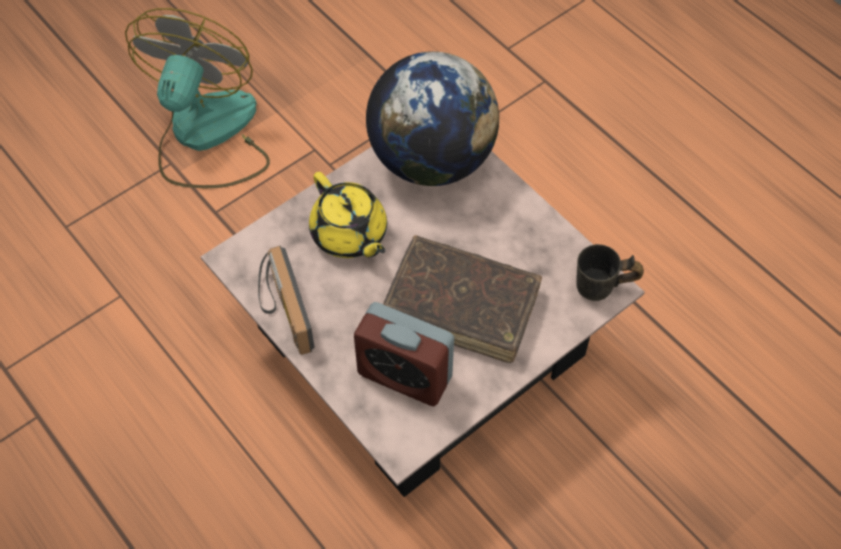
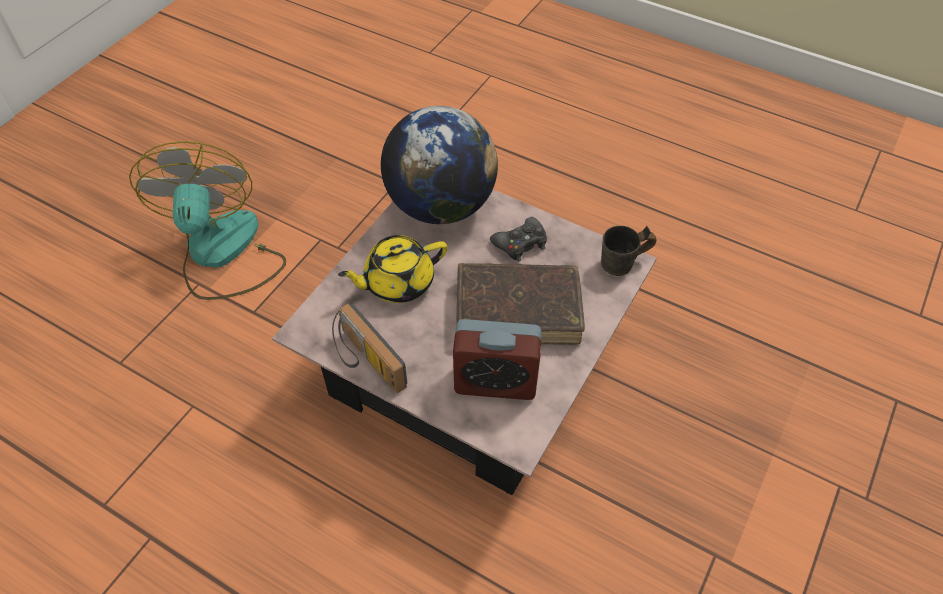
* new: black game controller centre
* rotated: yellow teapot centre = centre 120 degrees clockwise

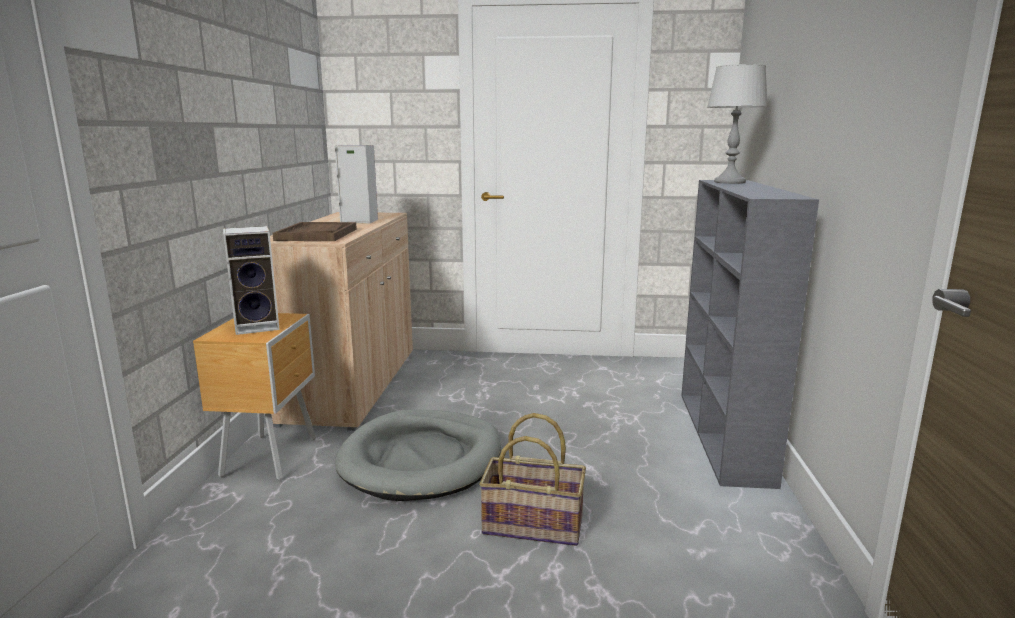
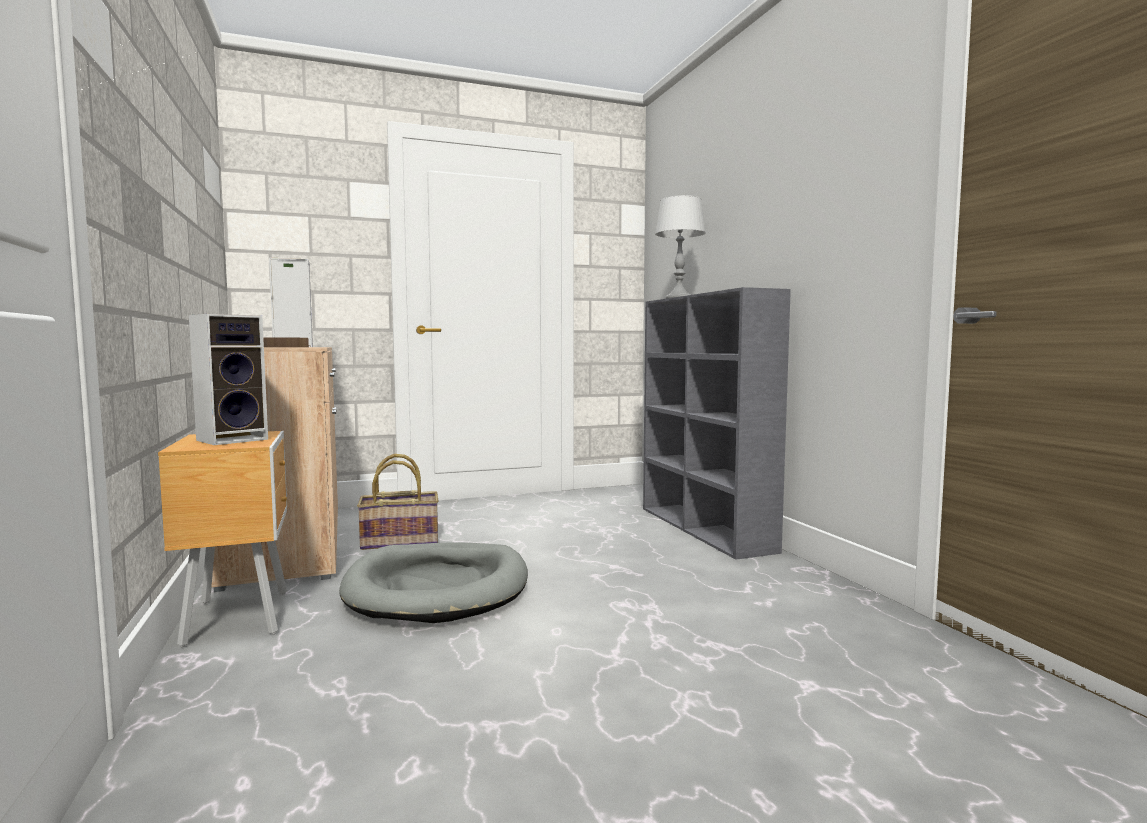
* shifted: basket bottom centre to centre

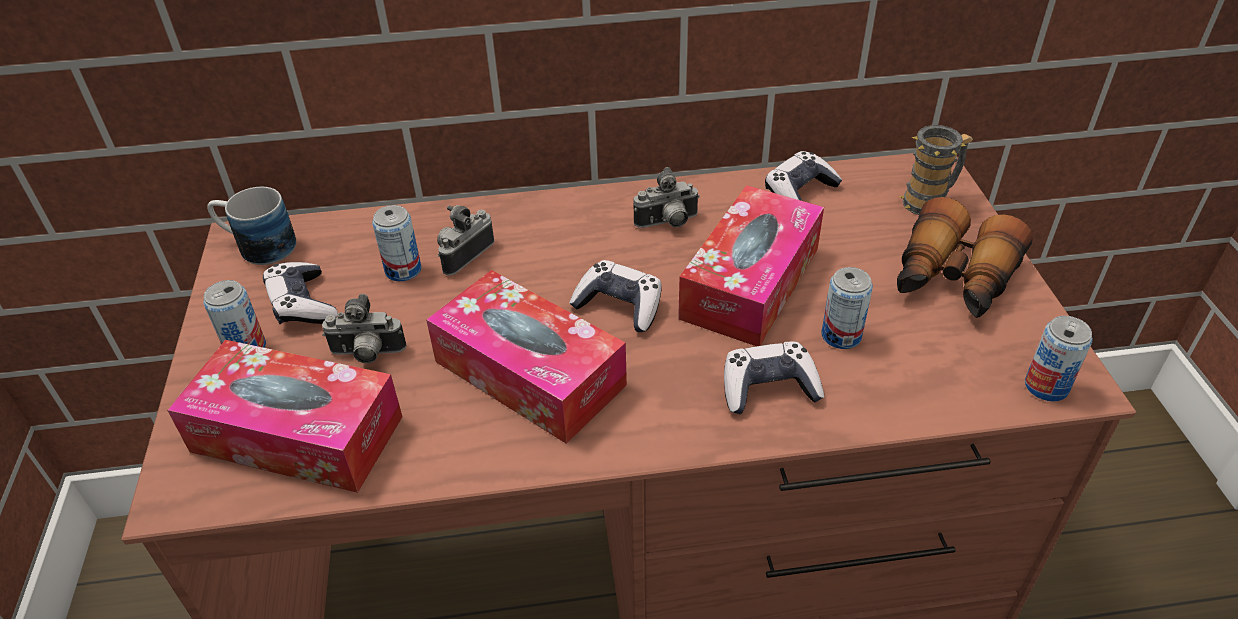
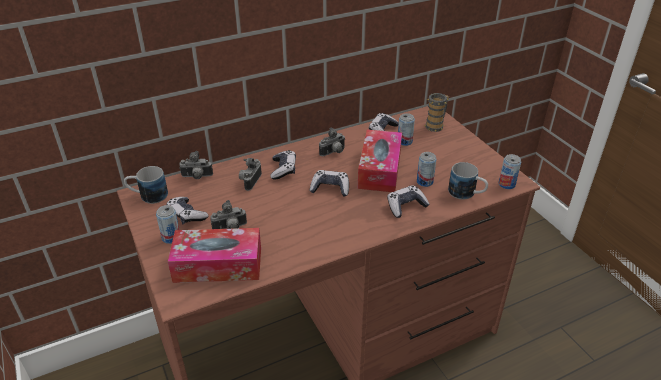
* gone: tissue box (no. 2 from left) centre
* gone: binoculars middle right
* new: photo camera (no. 1 from left) middle left
* new: game controller (no. 2 from left) centre
* new: mug (no. 3 from left) middle right
* shifted: can (no. 2 from left) middle left to centre

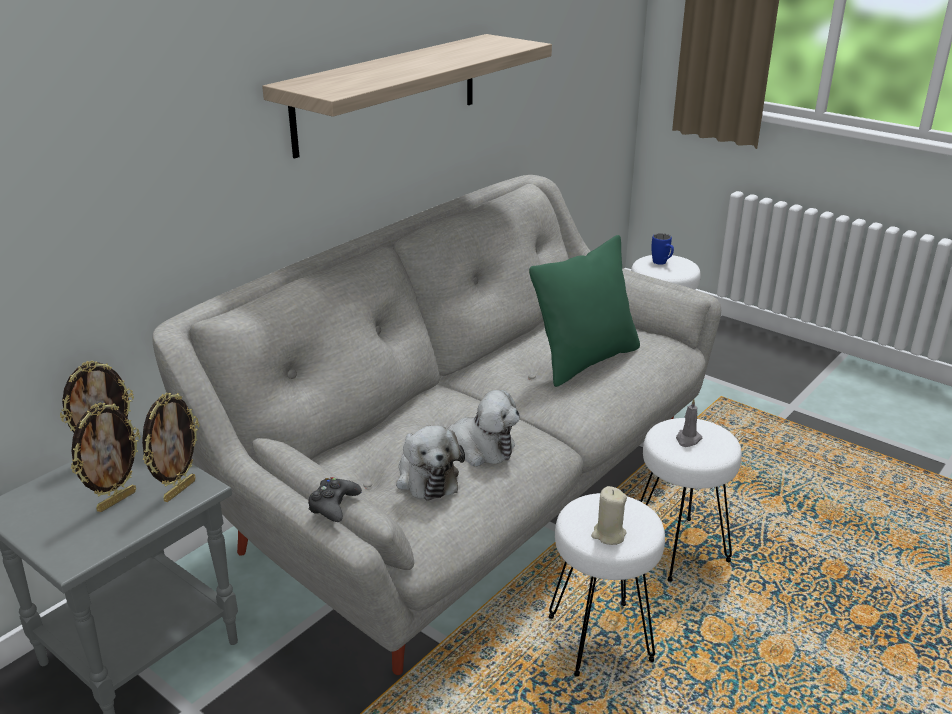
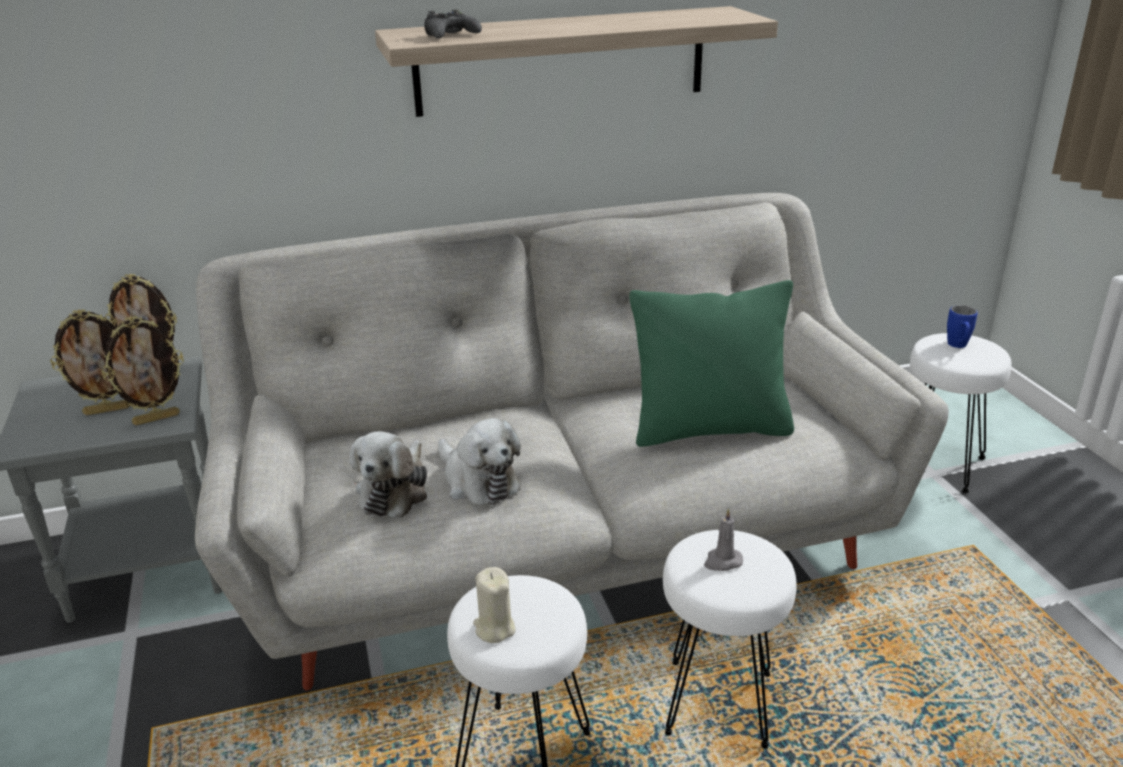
* shifted: black game controller bottom centre to top centre

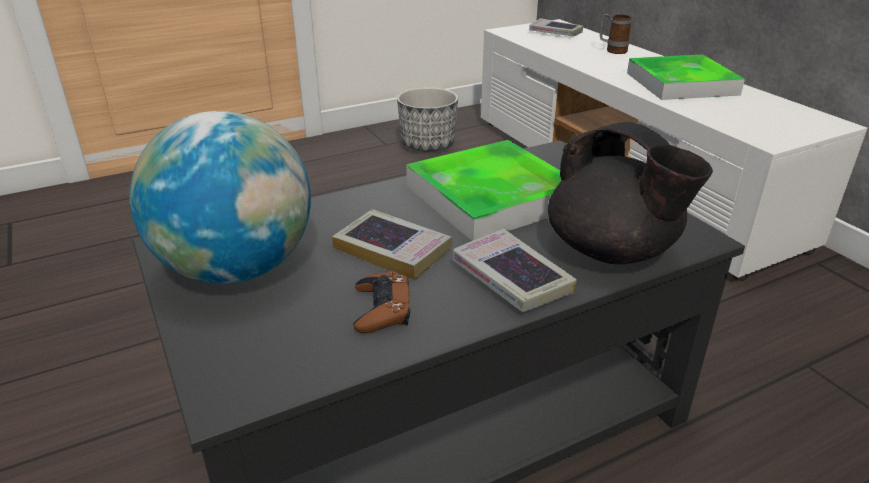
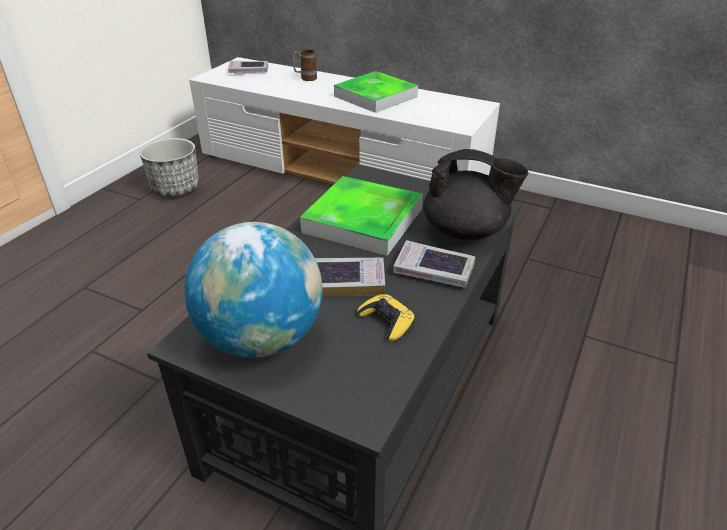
* repainted: brown game controller centre to yellow game controller centre

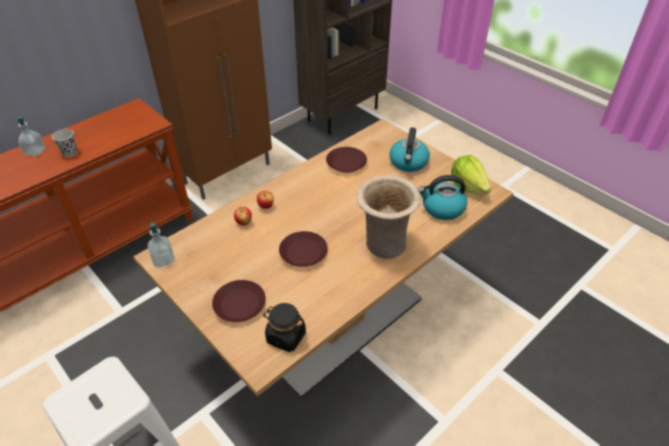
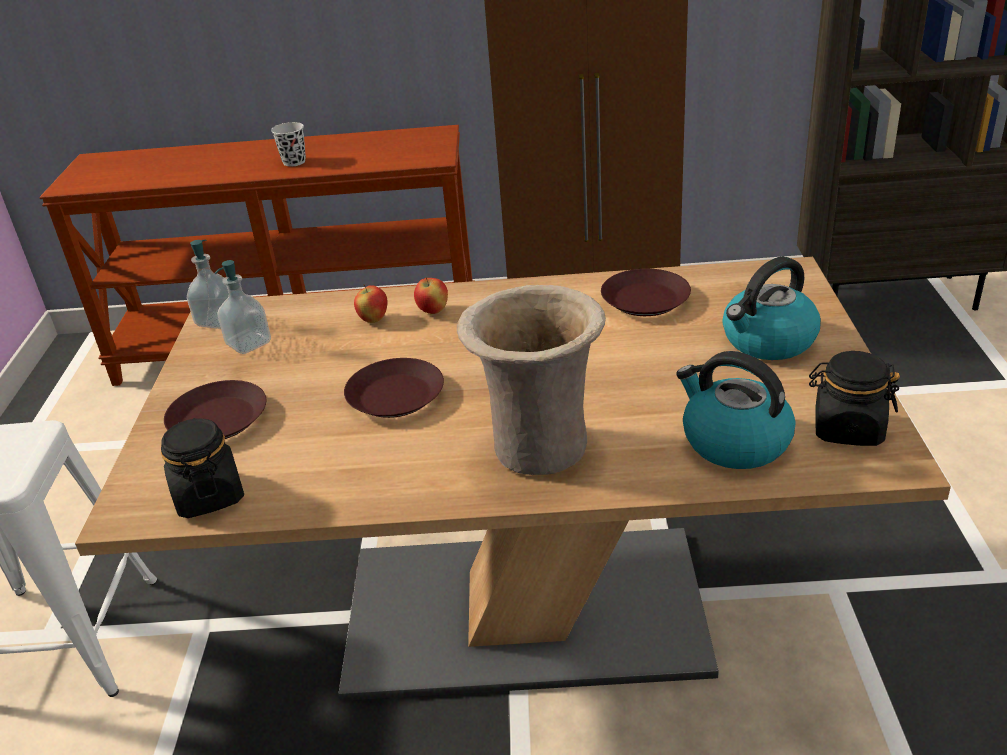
* shifted: soap dispenser (no. 1 from left in the first image) top left to soap dispenser (no. 2 from left) middle left
* swapped: lettuce middle right to black jar (no. 2 from left) middle right

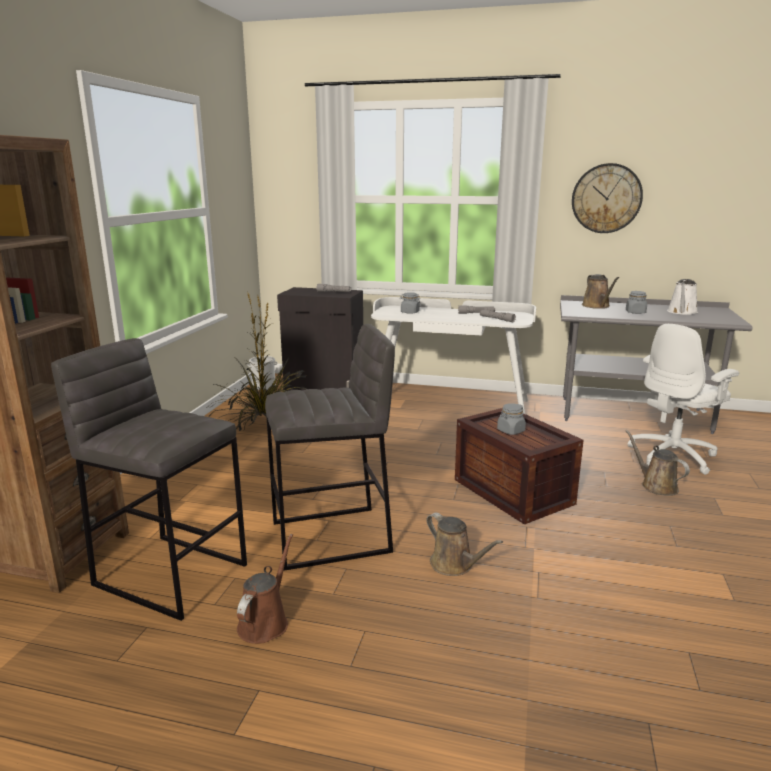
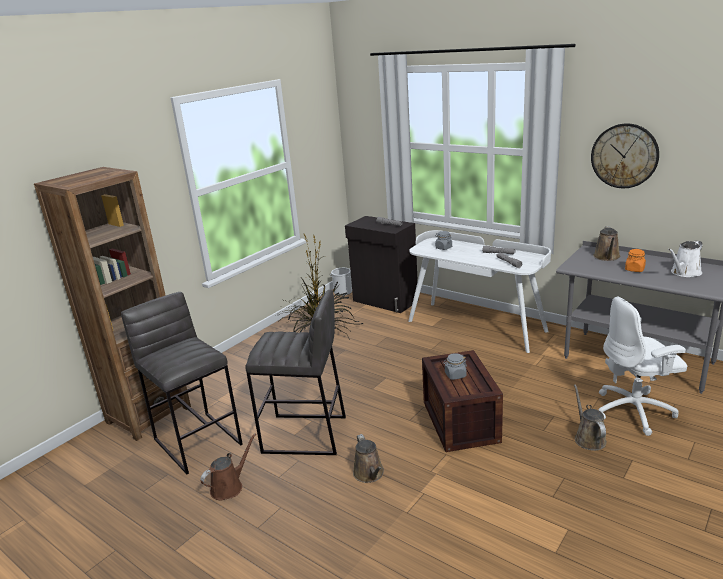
* repainted: grey jar (no. 3 from left) middle right to orange jar middle right

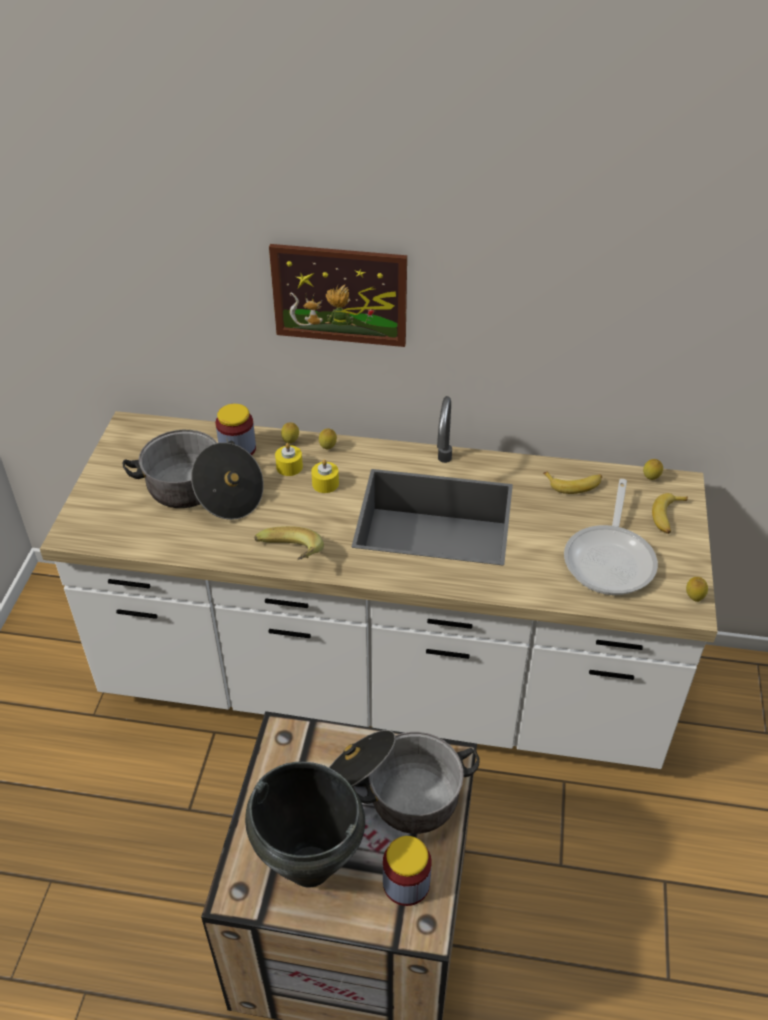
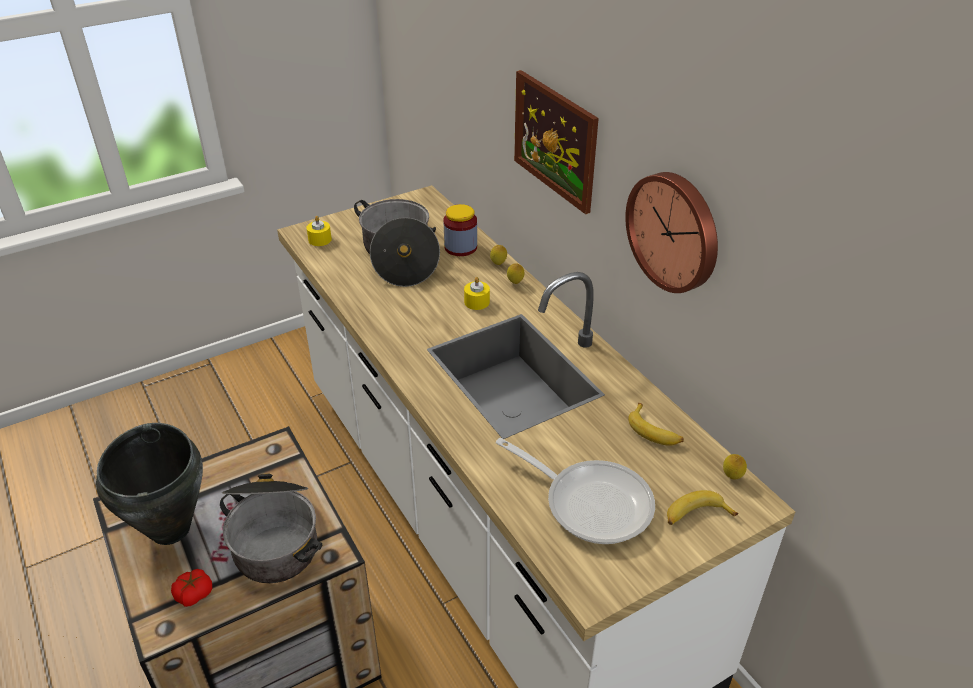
* gone: banana (no. 1 from left) centre
* gone: lemon (no. 4 from left) middle right
* new: wall clock middle right
* shifted: yellow candle (no. 1 from left) centre to middle left
* swapped: jar (no. 2 from left) bottom centre to tomato bottom left
* rotated: frying pan middle right = bottom centre 120 degrees counterclockwise

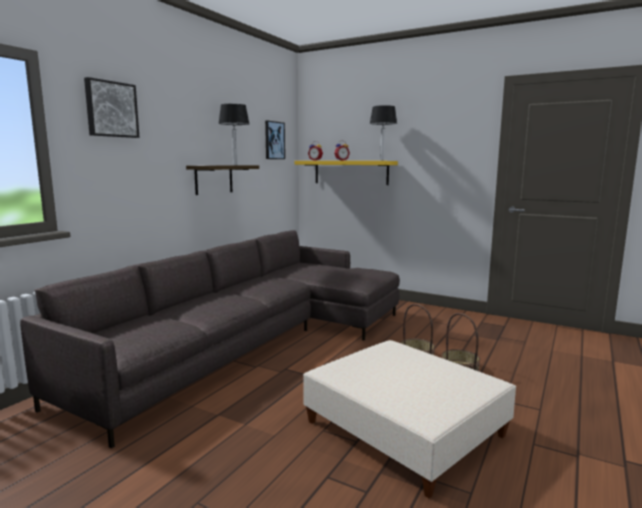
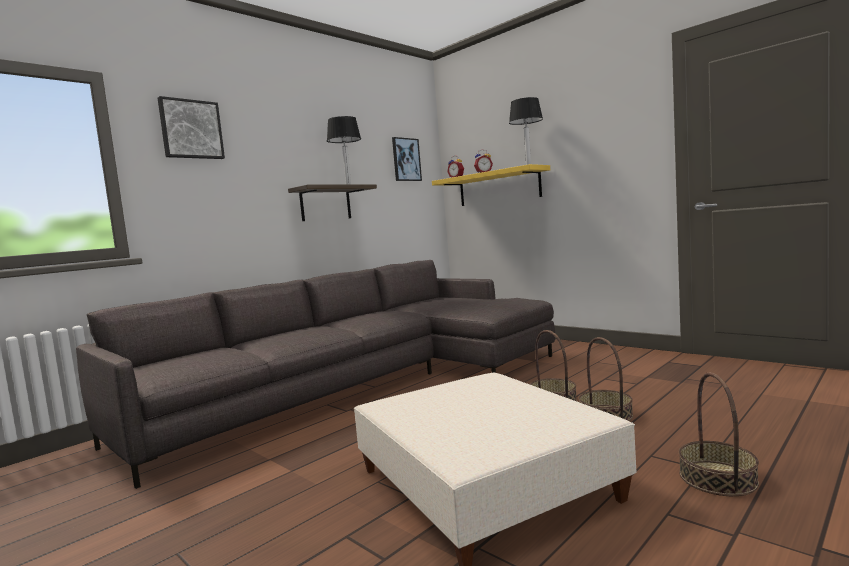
* new: basket (no. 3 from left) bottom right

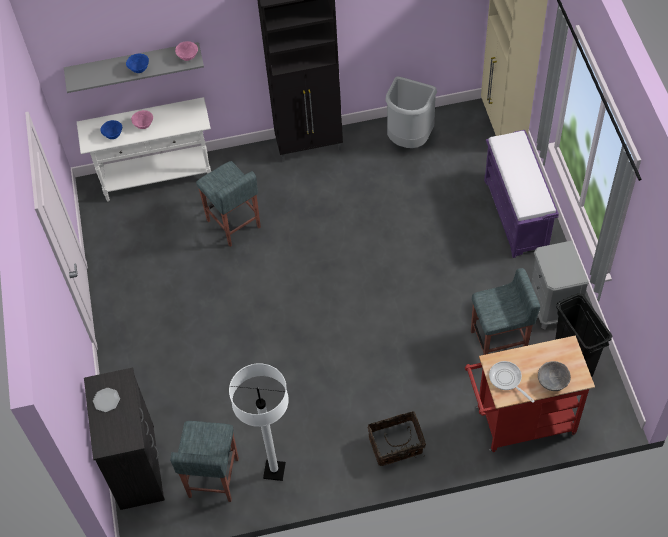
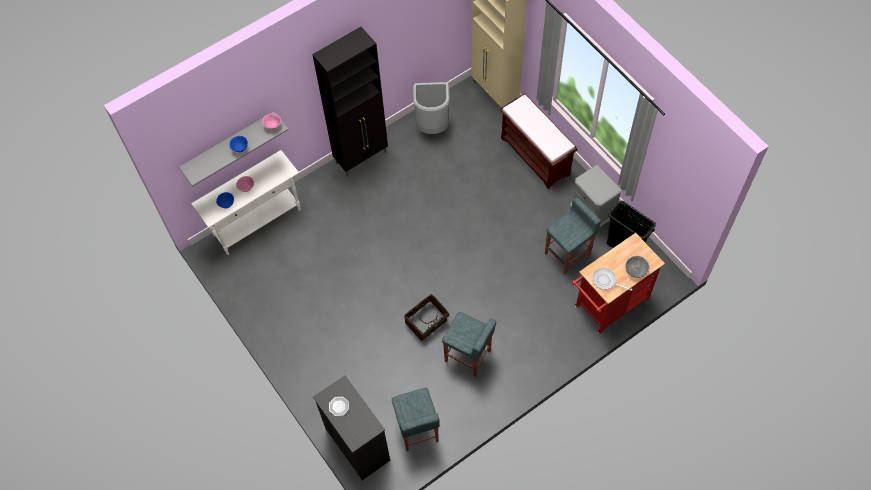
* gone: white floor lamp bottom centre
* shifted: grey stool (no. 2 from left) centre to bottom centre
* shifted: basket bottom centre to centre
* repainted: purple bench middle right to brown bench top centre

